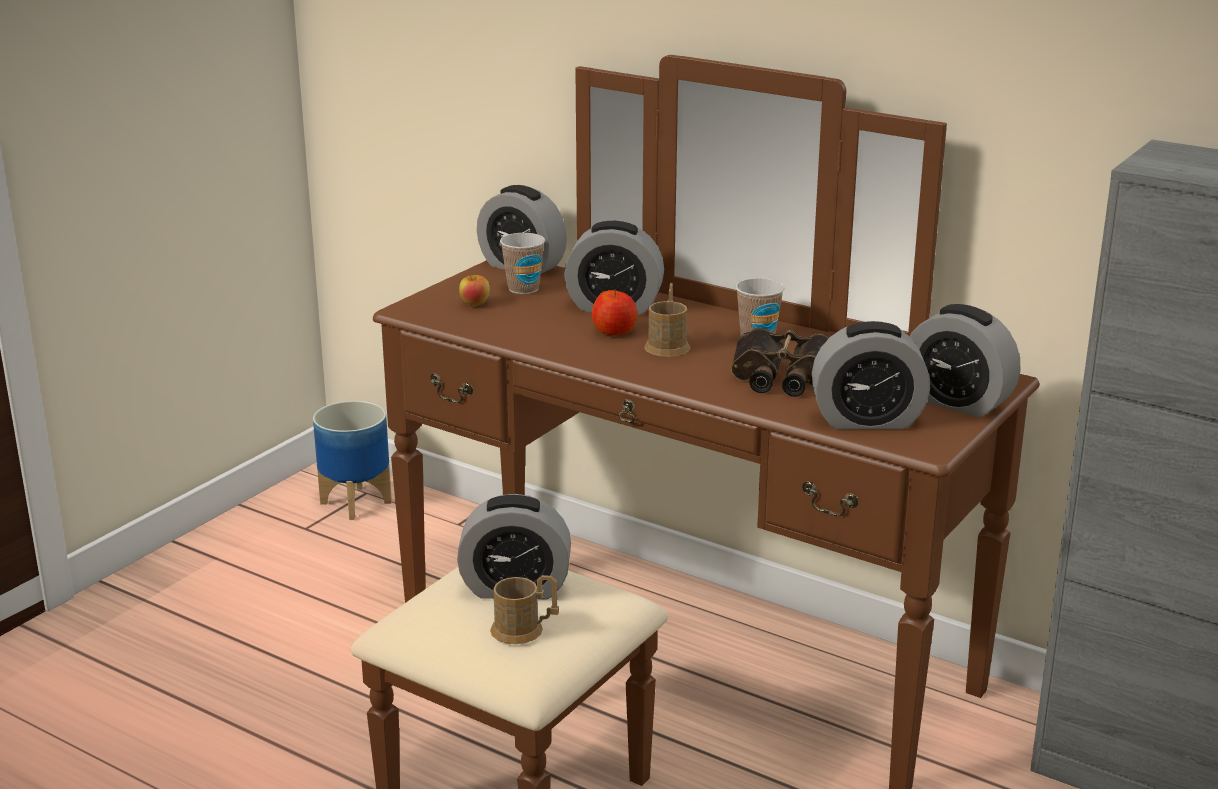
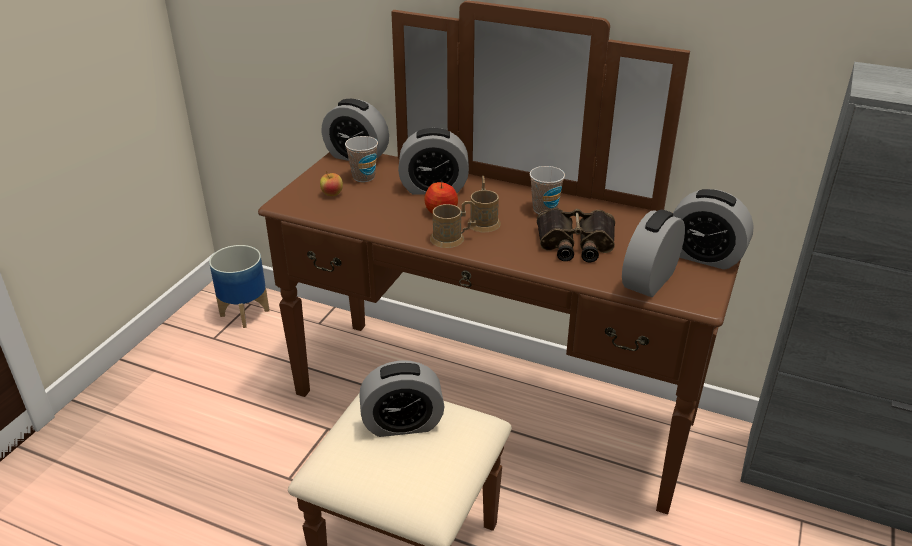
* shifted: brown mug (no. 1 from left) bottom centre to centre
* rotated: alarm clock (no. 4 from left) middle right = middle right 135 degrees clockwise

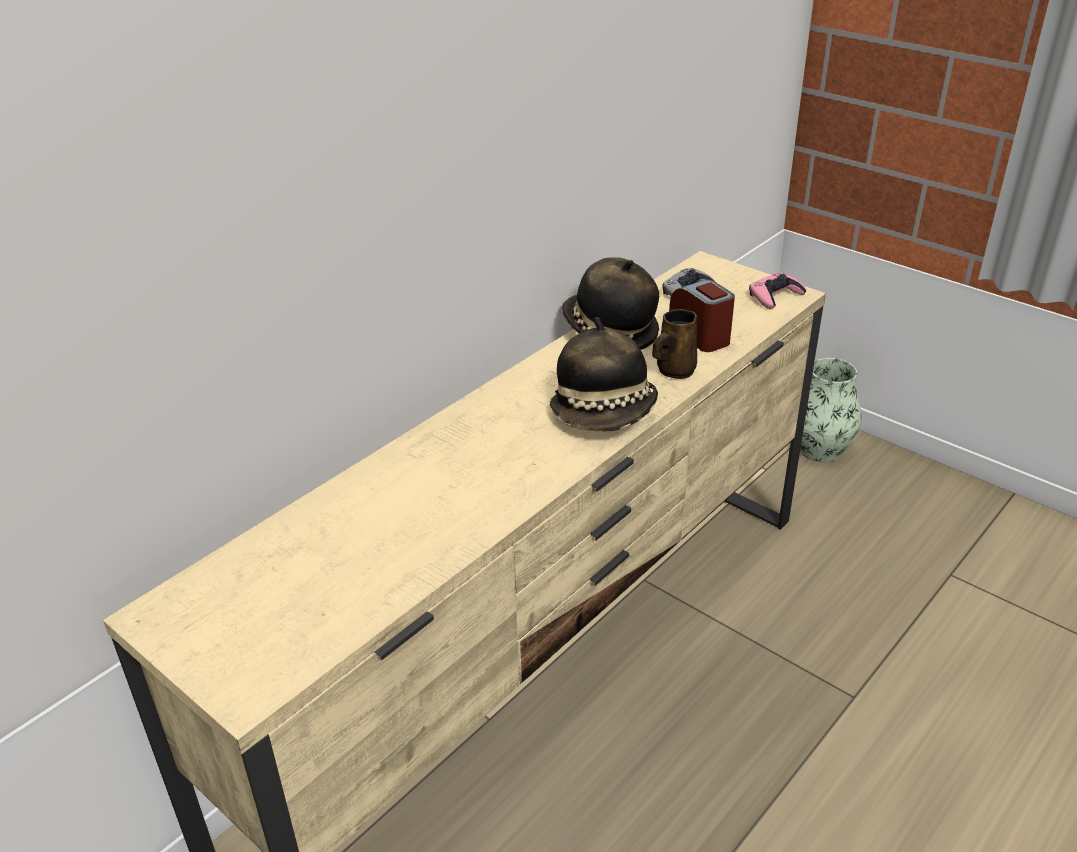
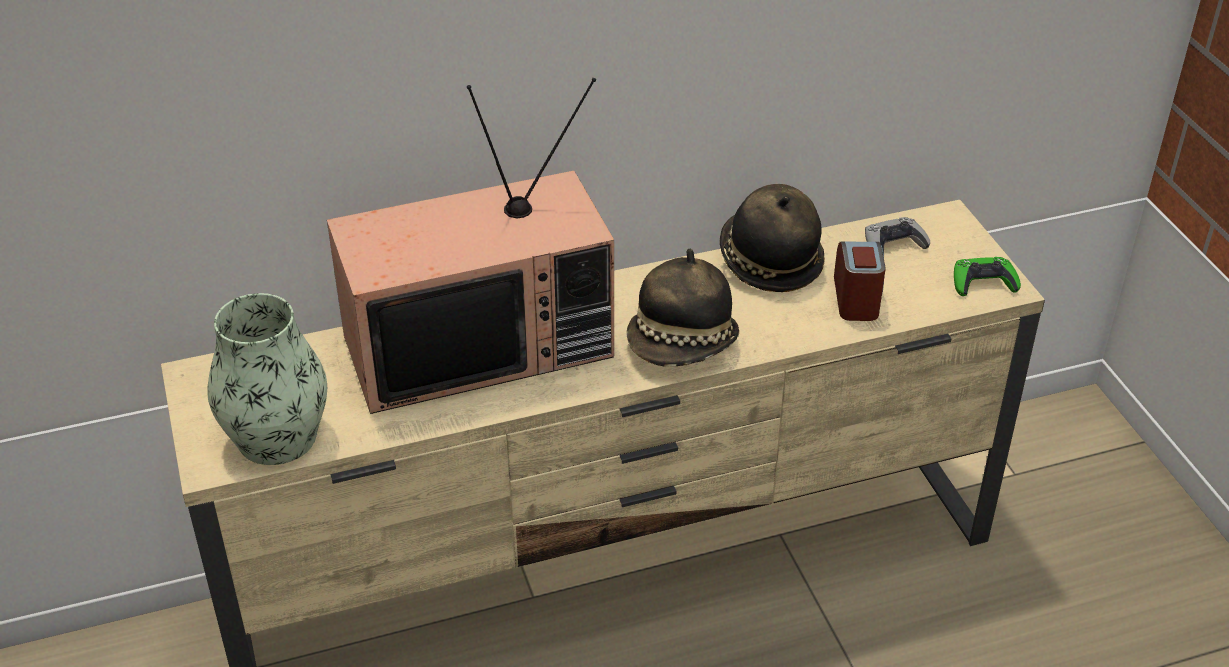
* gone: brown mug centre
* new: television centre
* shifted: vase middle right to middle left
* repainted: pink game controller middle right to green game controller middle right

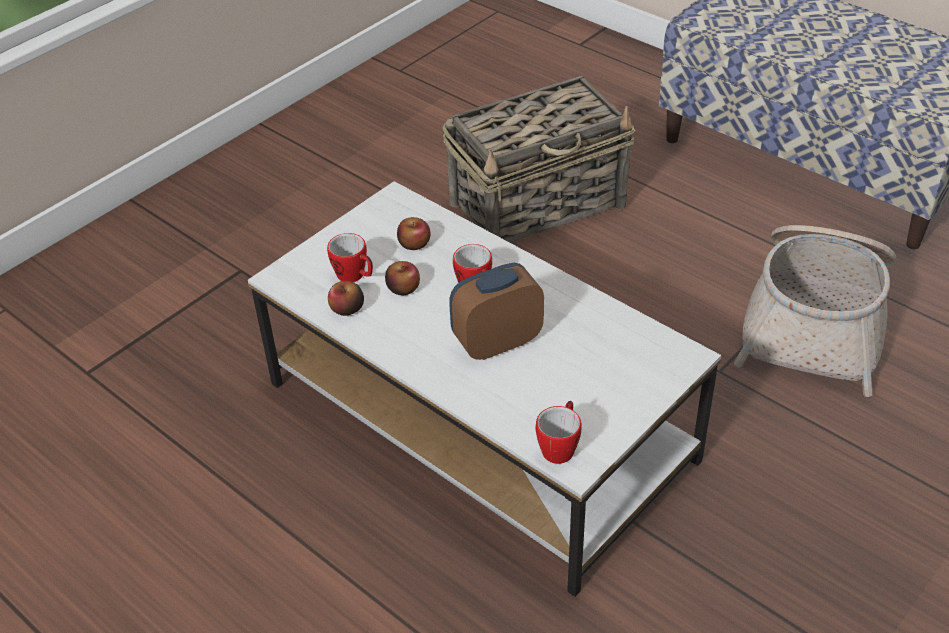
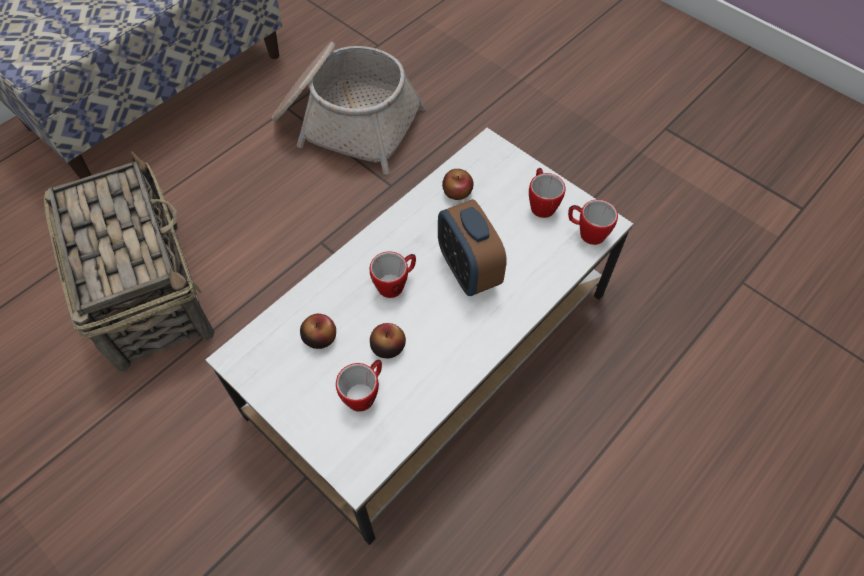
* new: mug (no. 3 from left) centre
* shifted: apple (no. 1 from left in the first image) centre to apple (no. 3 from left) top centre

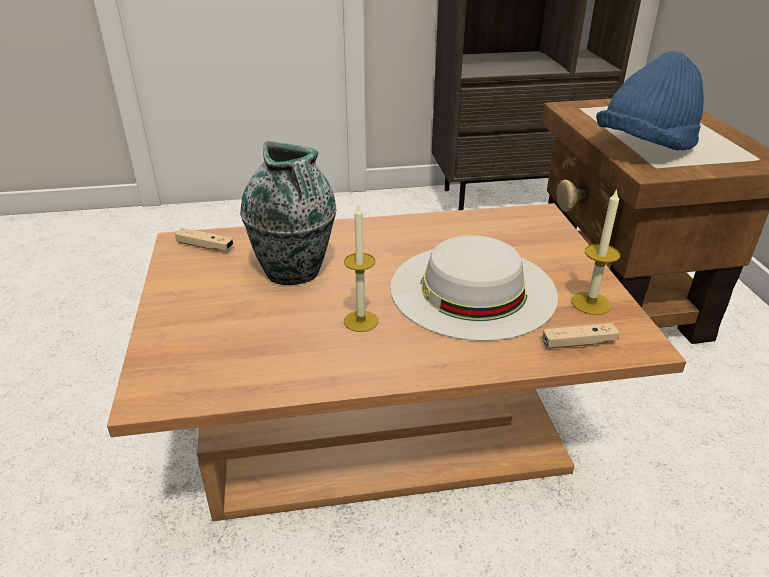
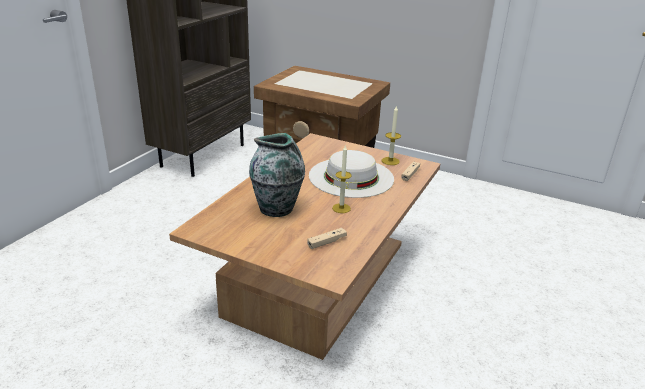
* gone: blue hat top right
* shifted: beige game controller (no. 1 from left) middle left to centre

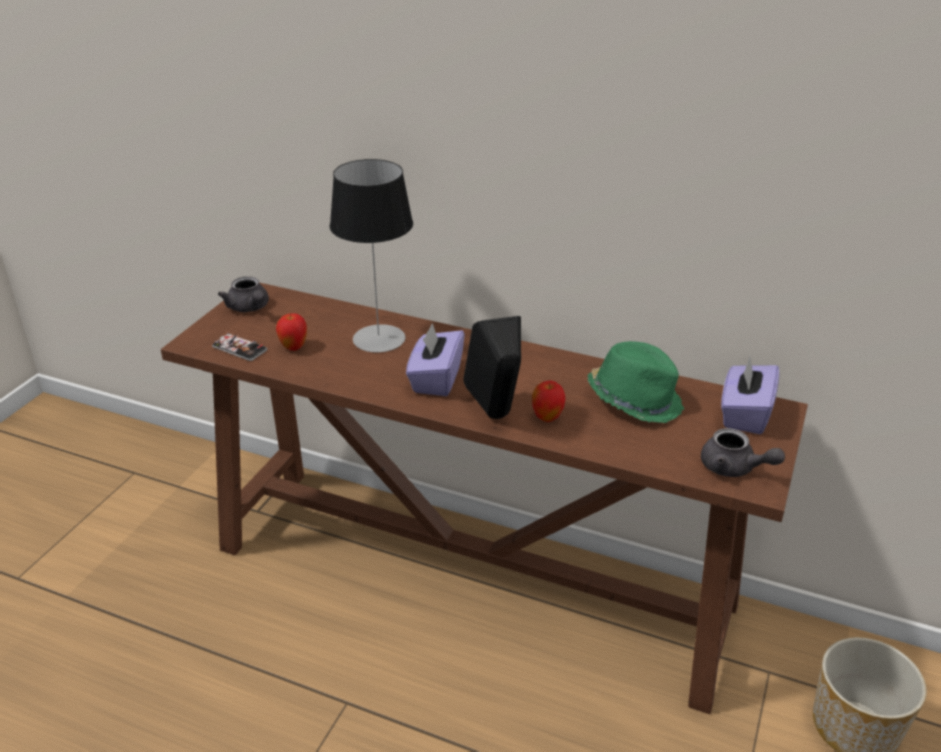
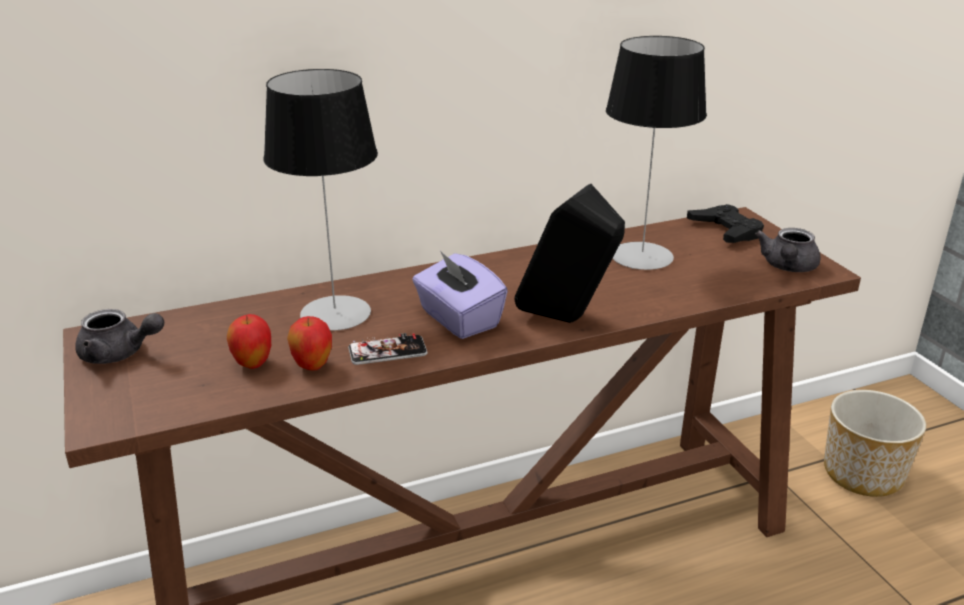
* shifted: phone middle left to centre
* shifted: apple (no. 2 from left) centre to middle left
* swapped: green hat middle right to table lamp (no. 2 from left) top right
* swapped: purple tissue box (no. 2 from left) middle right to black game controller middle right
* rotated: grey teapot (no. 2 from left) middle right = middle right 120 degrees clockwise

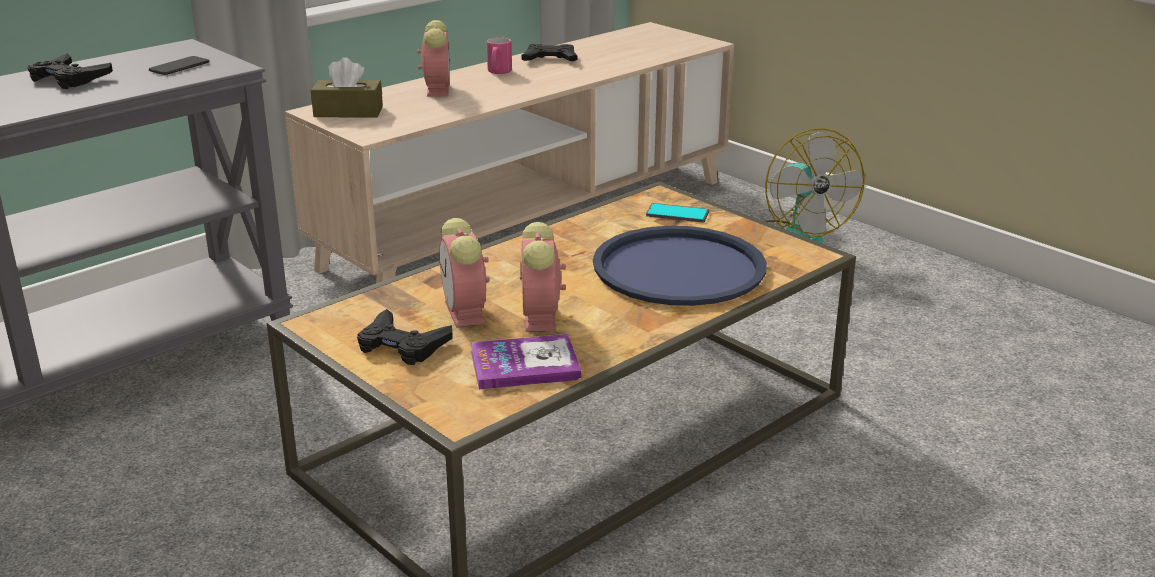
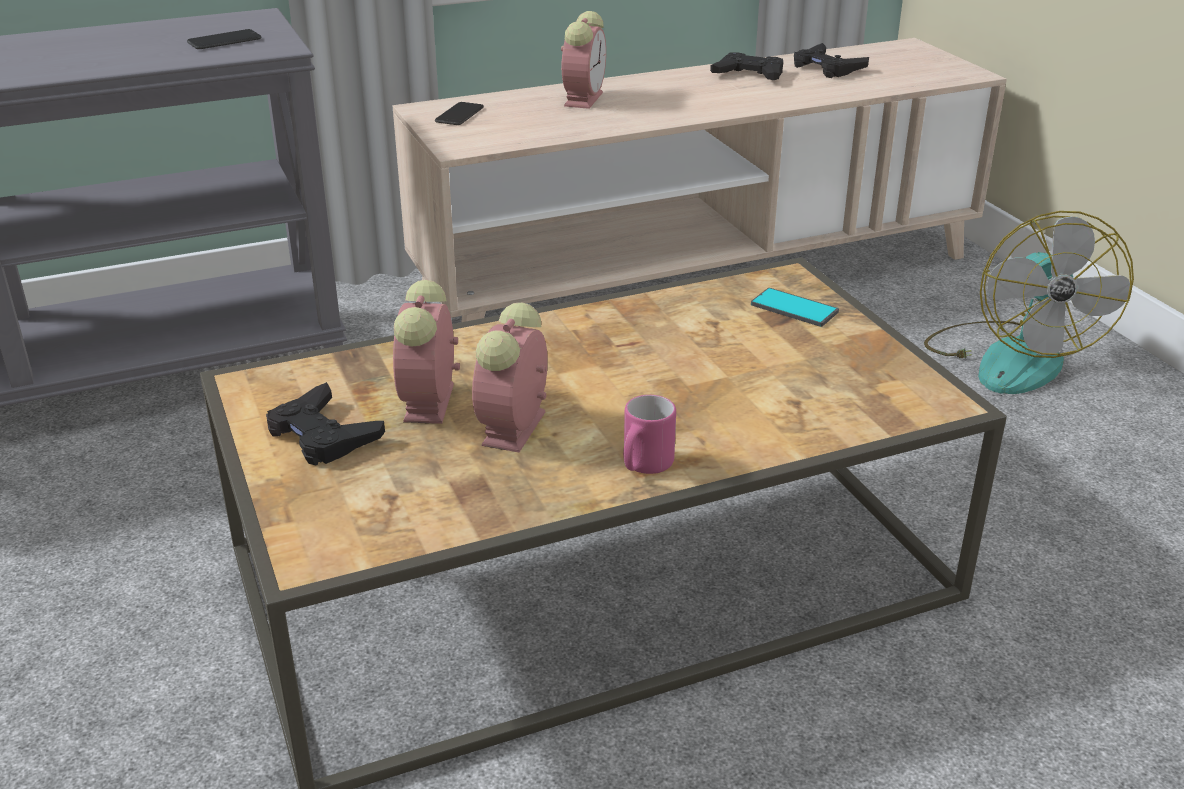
* gone: book centre
* gone: blue tray centre
* shifted: black game controller (no. 1 from left in the first image) top left to black game controller (no. 3 from left) top right
* shifted: pink mug top centre to centre
* swapped: brown tissue box top left to phone (no. 2 from left) top centre

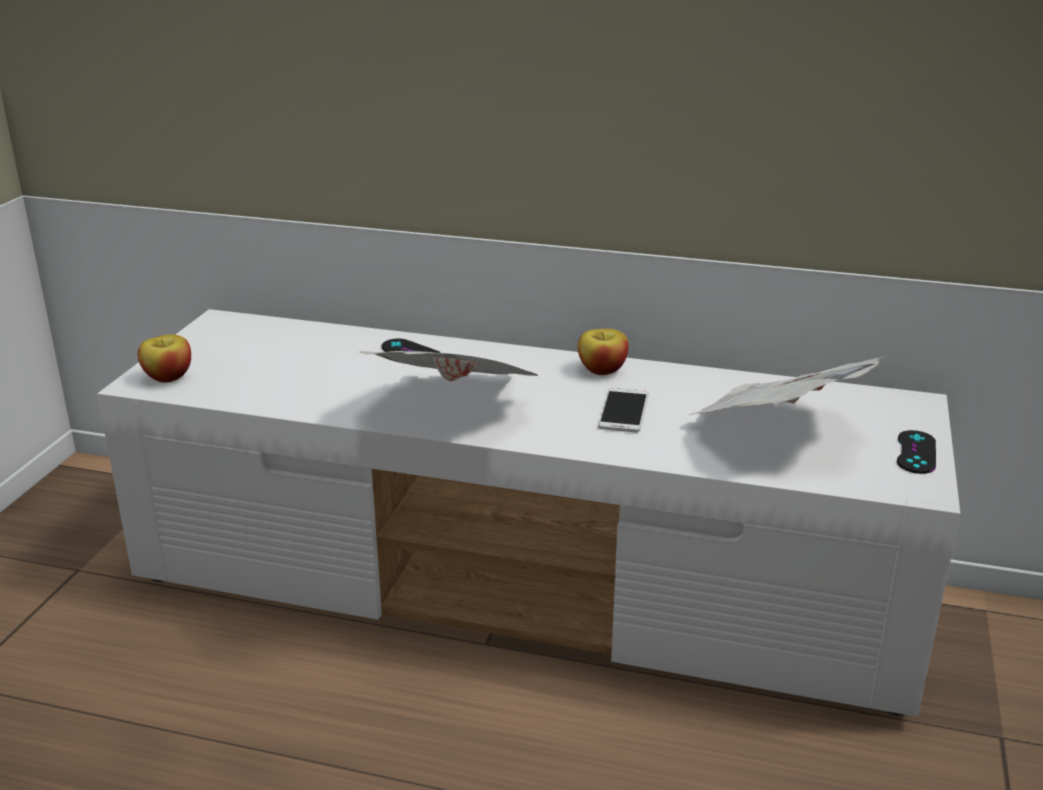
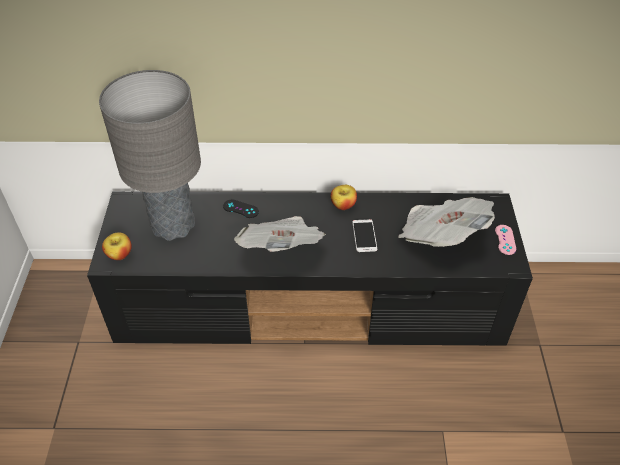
* new: grey table lamp middle left
* repainted: white tv stand centre to black tv stand centre
* repainted: black game controller (no. 2 from left) middle right to pink game controller middle right

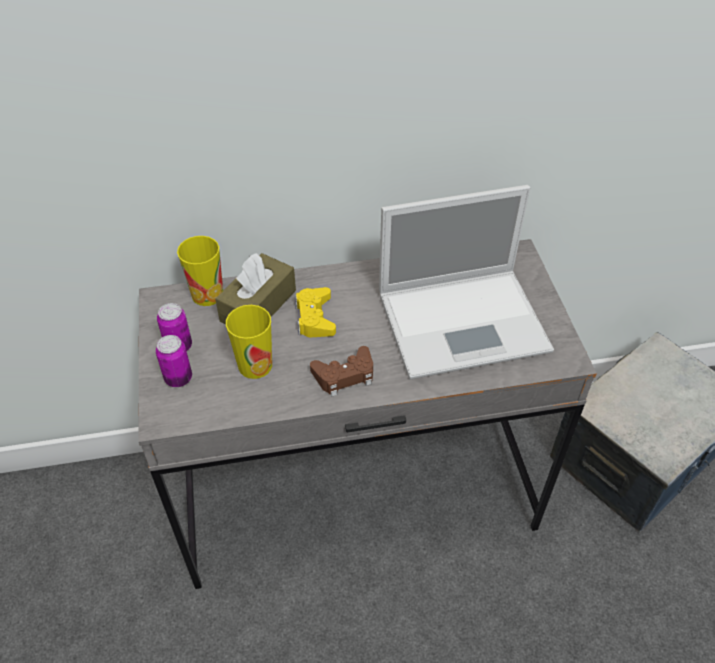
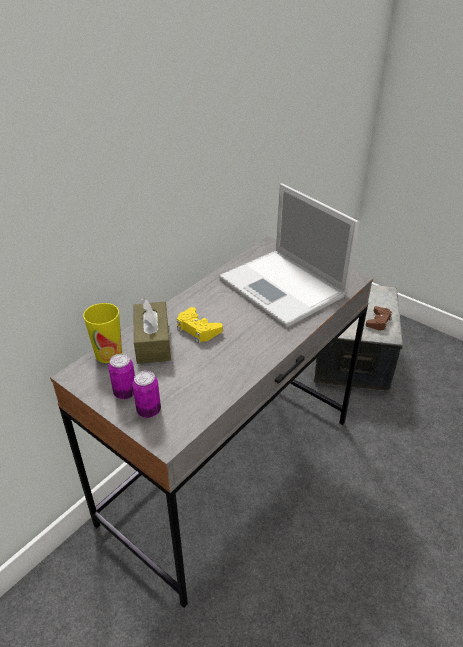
* gone: cup (no. 2 from left) centre
* shifted: brown game controller centre to middle right
* rotated: laptop centre = centre 105 degrees clockwise

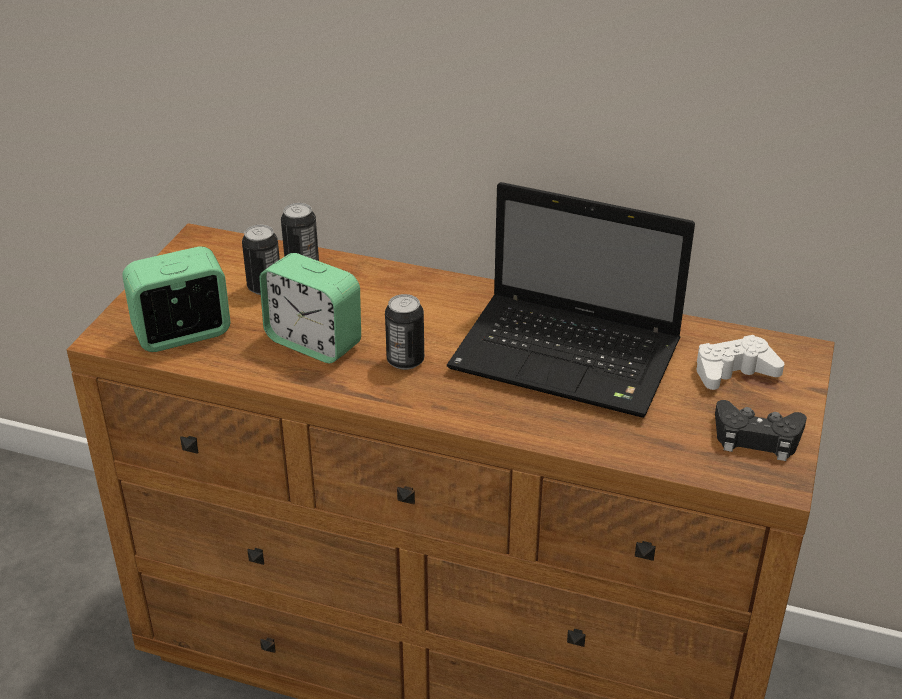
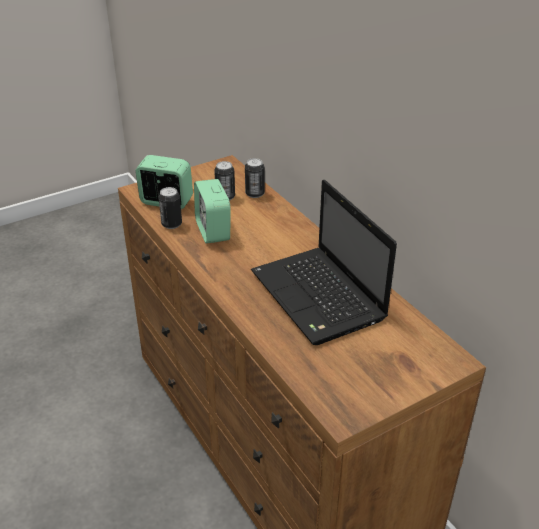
* gone: white game controller middle right
* gone: black game controller middle right
* shifted: can (no. 3 from left in the first image) centre to can (no. 1 from left) middle left

